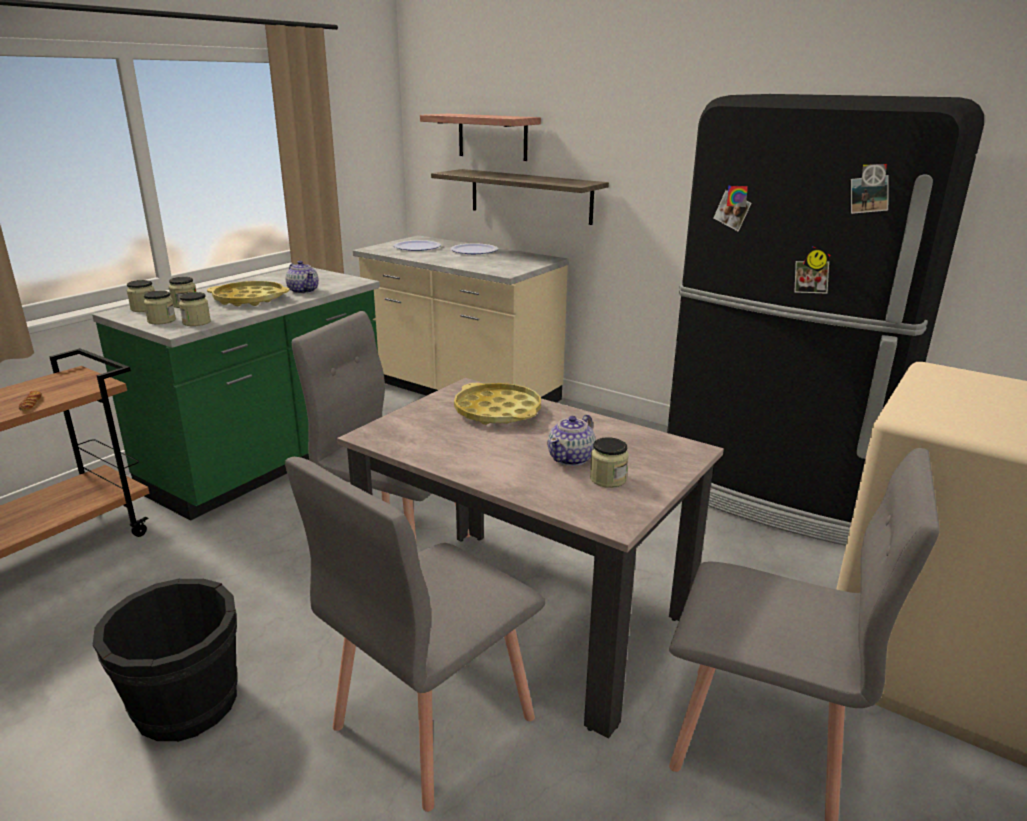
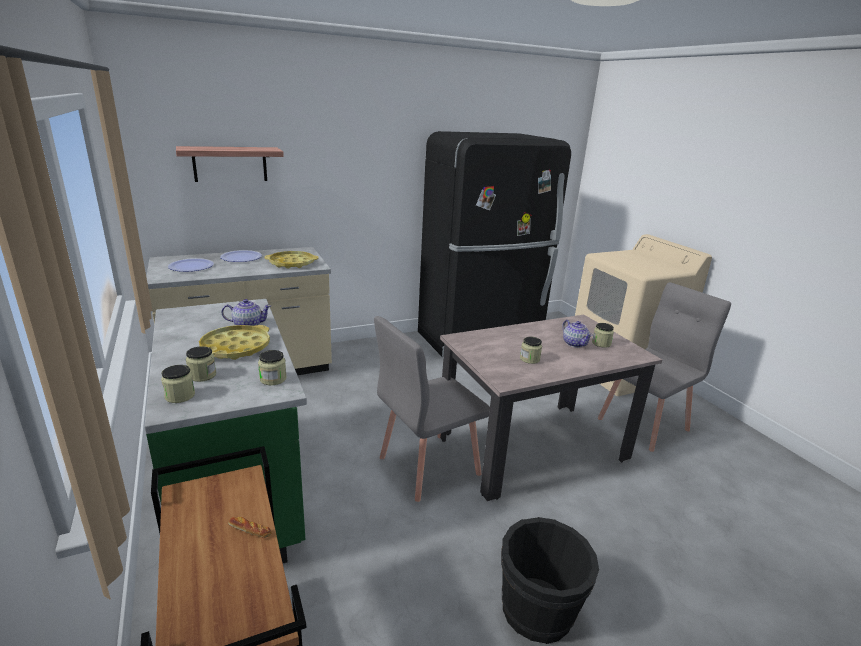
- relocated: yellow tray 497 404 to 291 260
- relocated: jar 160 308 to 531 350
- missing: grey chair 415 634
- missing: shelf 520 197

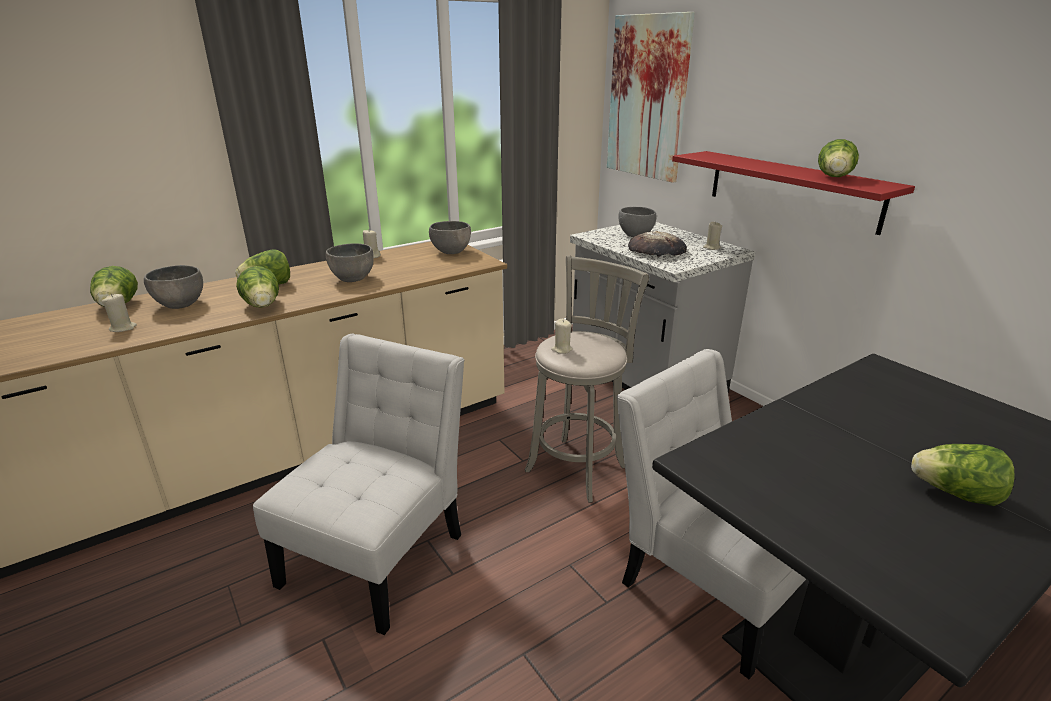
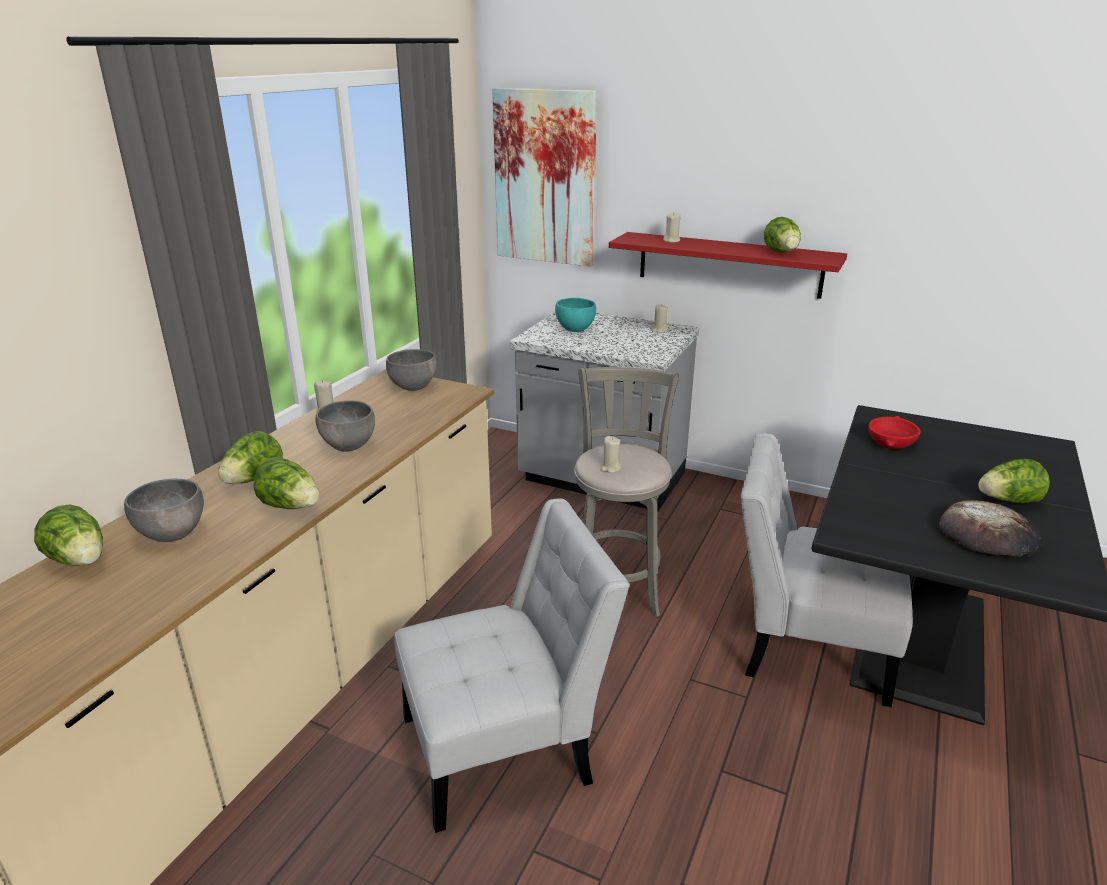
- spun: white chair 359 484 = 512 666 75 degrees clockwise
- colour: grey bowl 637 222 to turquoise bowl 575 315
- relocated: beige candle 119 313 to 672 227
- appeared: red bowl 894 432
- relocated: bread 657 244 to 990 528

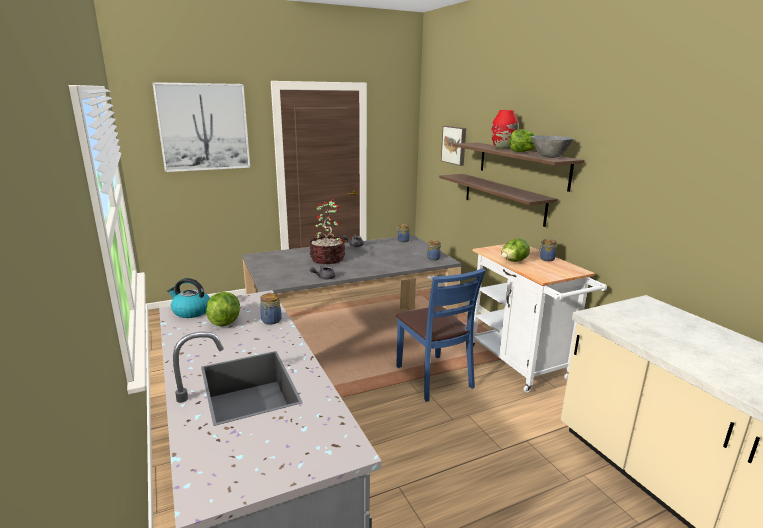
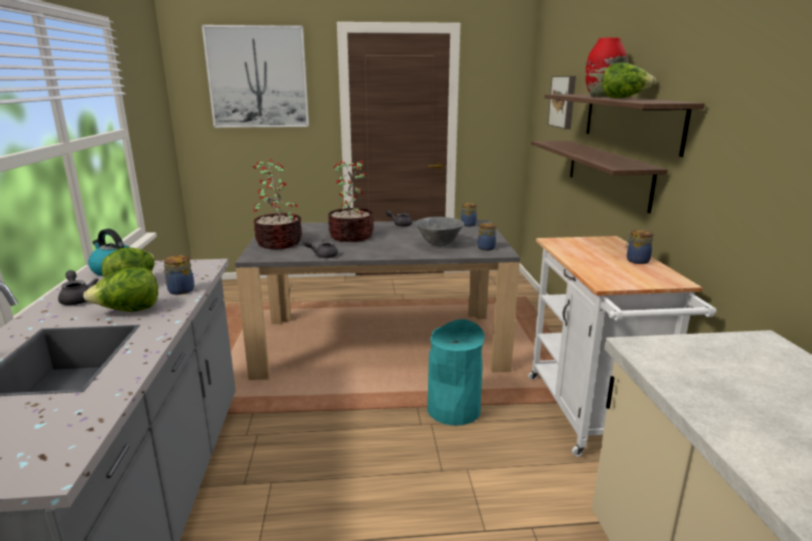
- appeared: grey teapot 78 287
- relocated: lettuce 515 250 to 120 289
- appeared: potted plant 277 204
- relocated: grey bowl 552 146 to 439 231
- exchanged: blue chair 441 335 to turquoise trash can 456 372

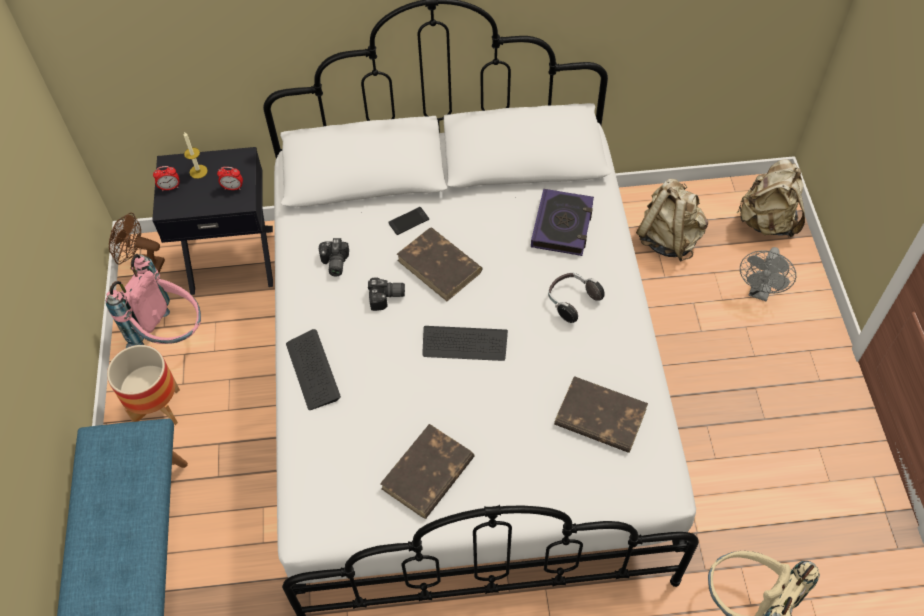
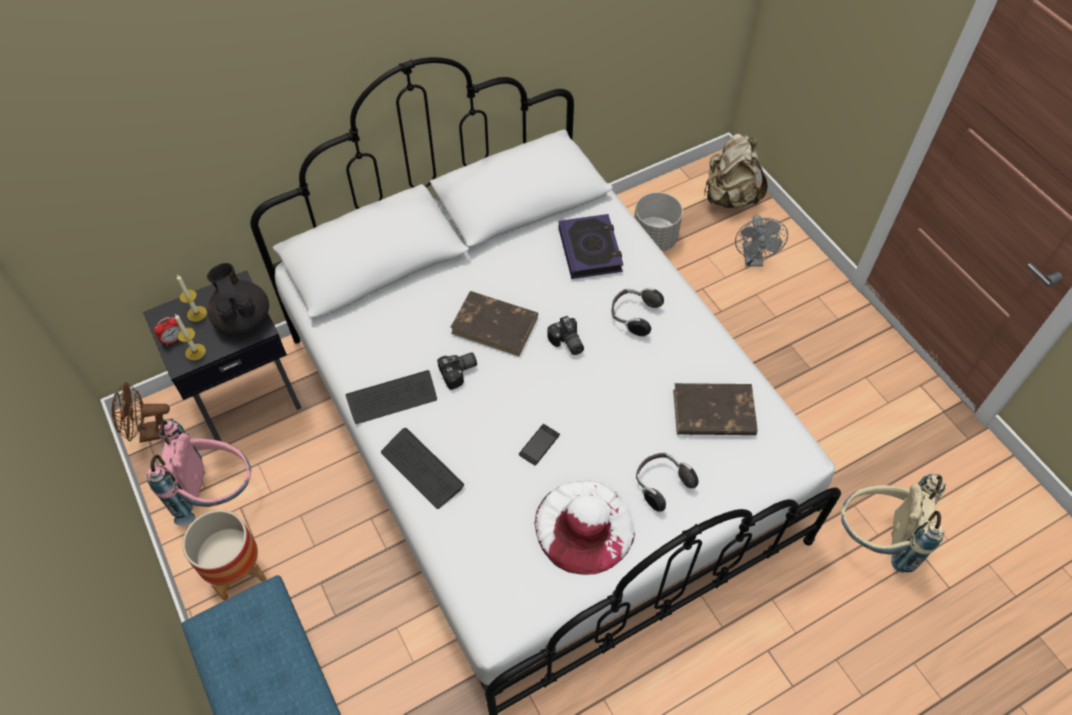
- appeared: candle 190 337
- exchanged: alarm clock 230 178 to black teapot 238 299
- relocated: keyboard 465 343 to 391 397
- relocated: phone 408 221 to 539 444
- exchanged: brown book 427 471 to white hat 584 528
- relocated: photo camera 334 257 to 565 335
- exchanged: beige backpack 672 220 to grey planter 658 221
- appeared: headphones 667 482

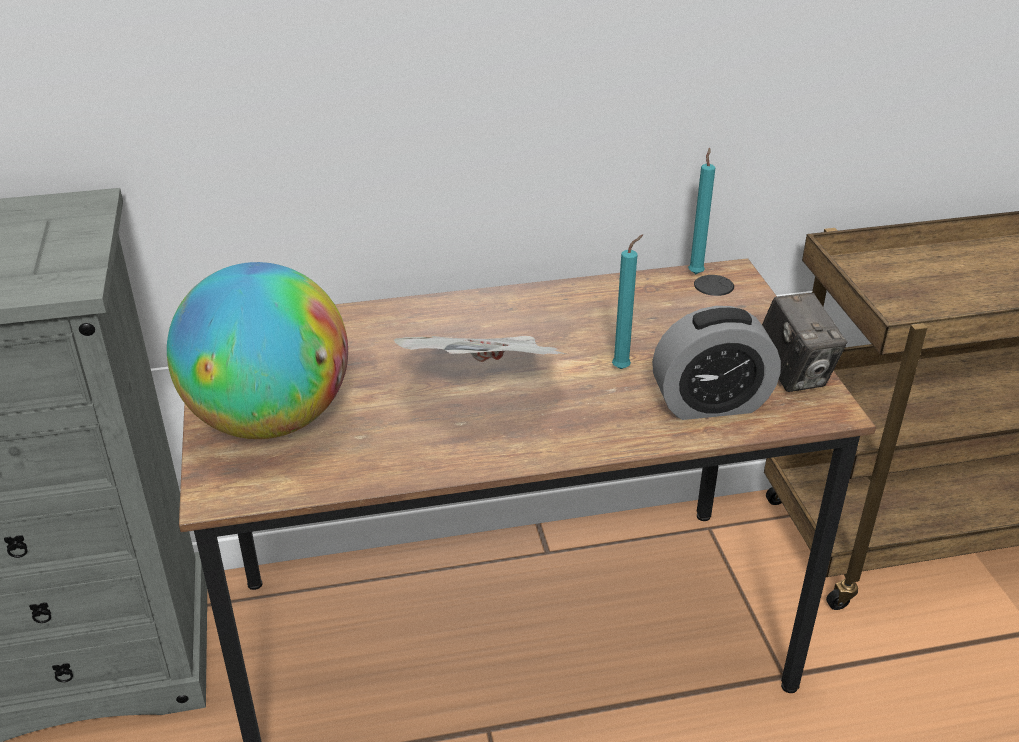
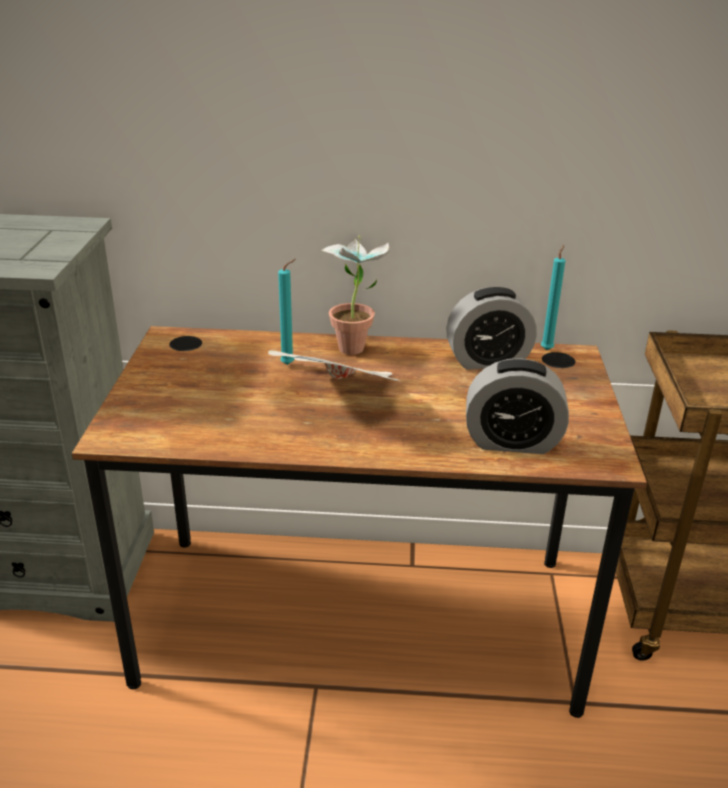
- relocated: turquoise candle 627 301 to 287 312
- appeared: potted plant 355 295
- appeared: alarm clock 491 328
- missing: globe 257 350
- missing: photo camera 804 342

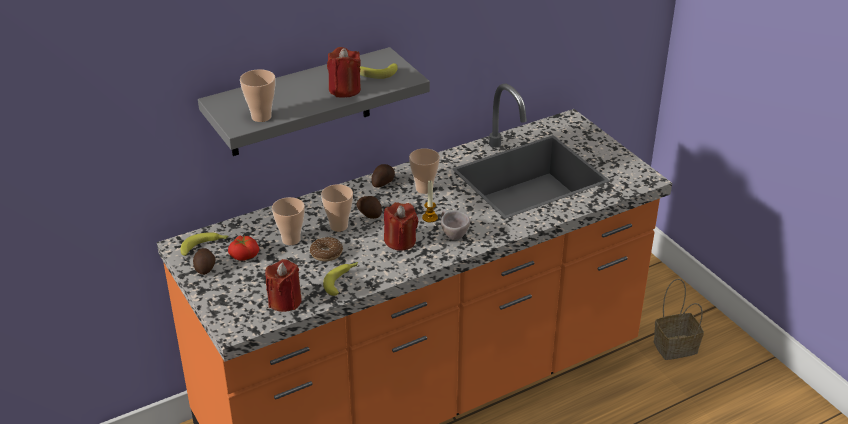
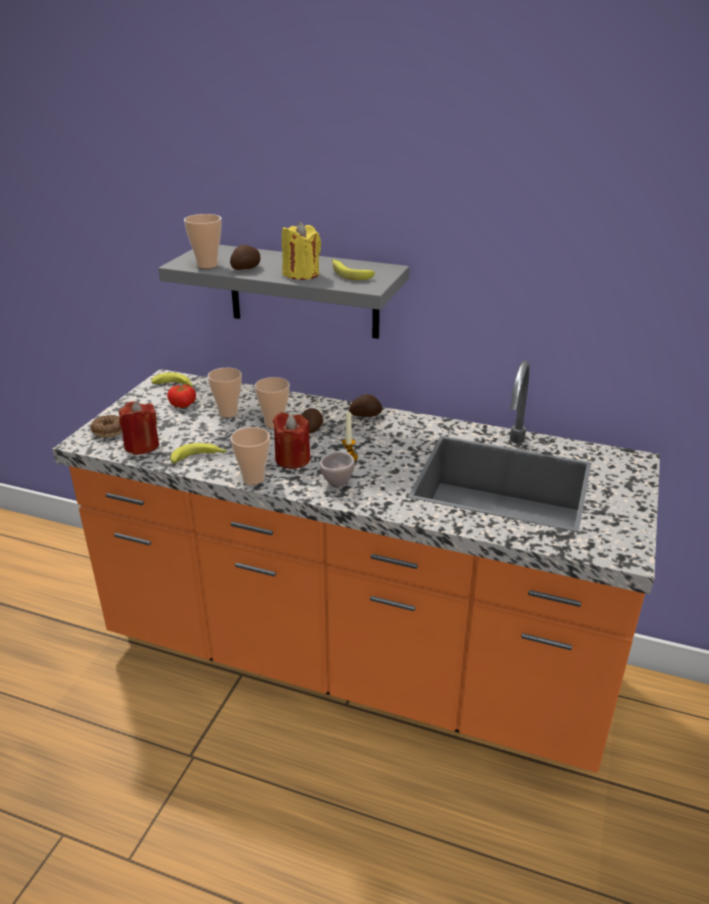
- relocated: donut 326 249 to 106 426
- relocated: potato 204 261 to 245 257
- relocated: cup 424 171 to 250 456
- colour: red candle 344 72 to yellow candle 301 251
- missing: basket 679 319

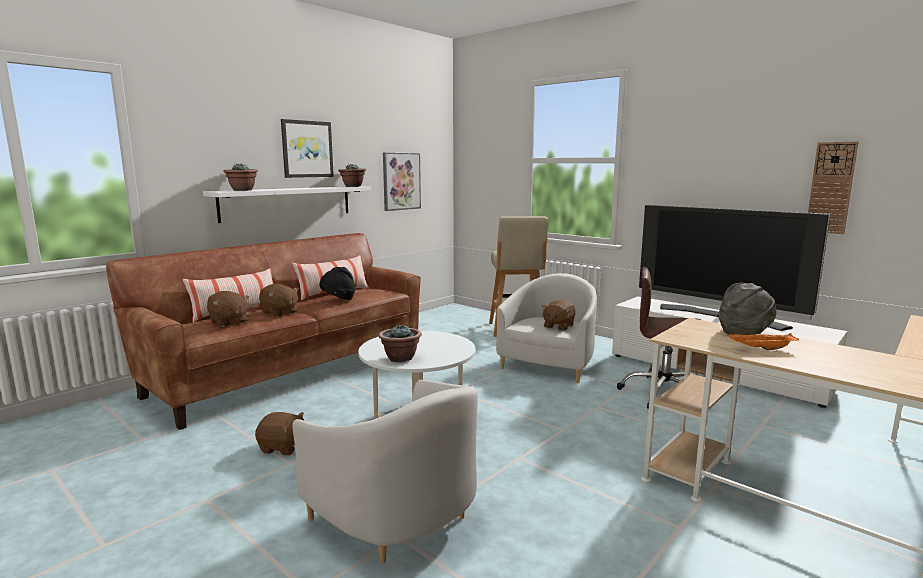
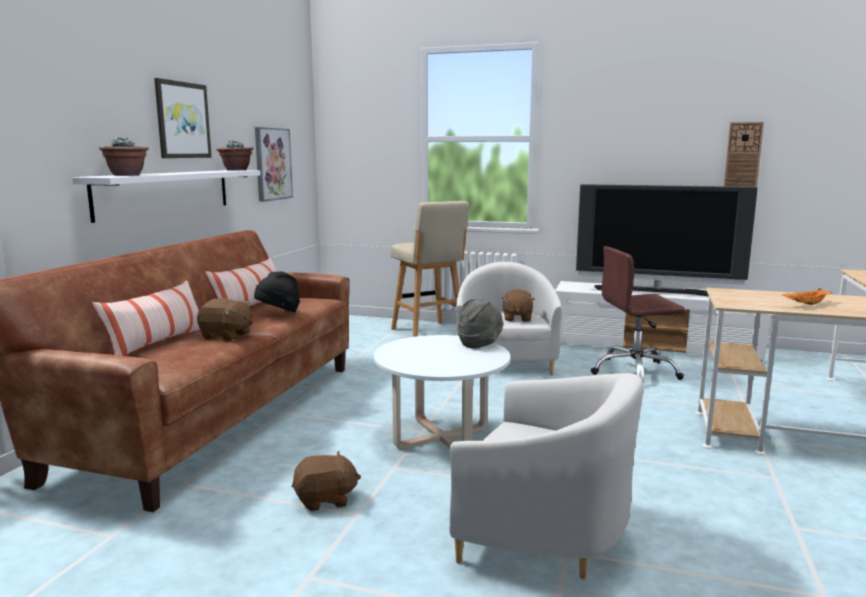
- relocated: grey hat 747 309 to 480 323
- missing: brown plush toy 228 309
- missing: potted plant 400 343

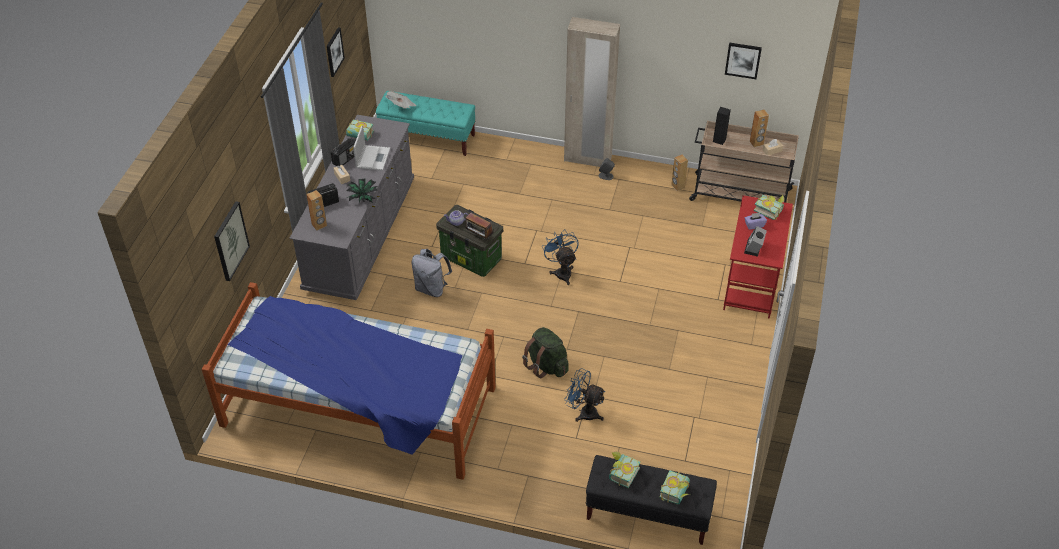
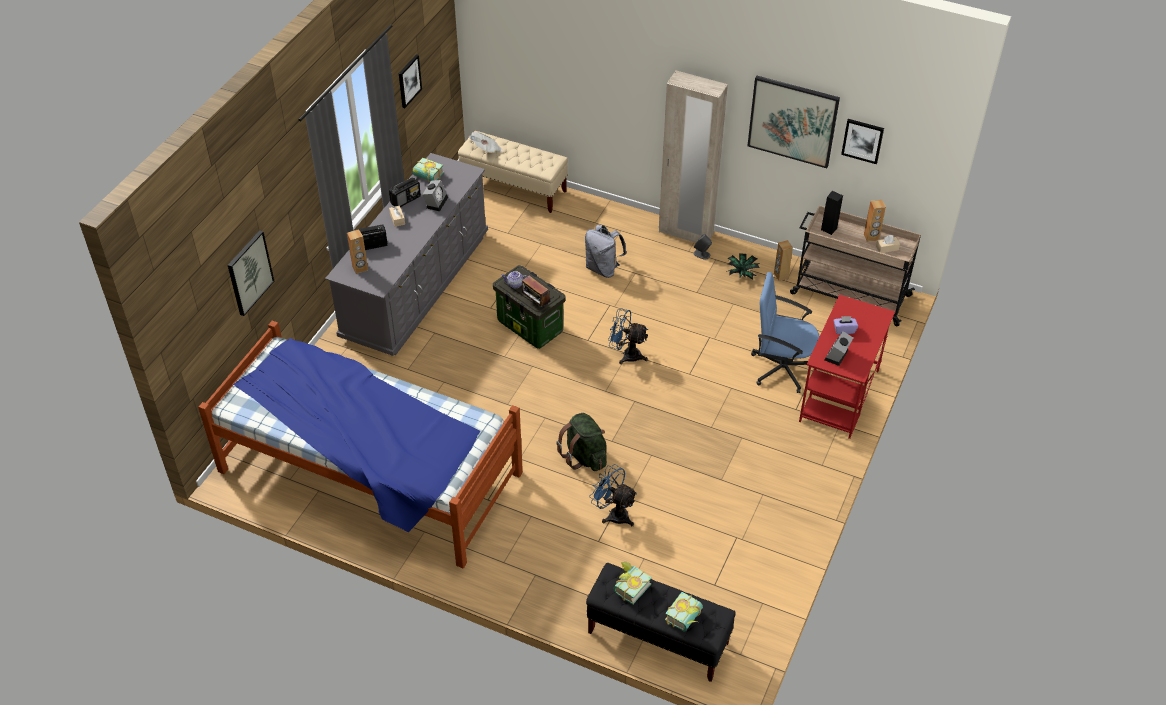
- exchanged: laptop 371 148 to alarm clock 435 195
- colour: turquoise bench 426 123 to beige bench 513 172
- relocated: grey backpack 432 273 to 606 251
- spun: blue fan 560 257 = 628 336 60 degrees counterclockwise
- relocated: potted plant 362 191 to 743 266
- appeared: picture 793 122
- appeared: blue office chair 785 332
- missing: book 769 207

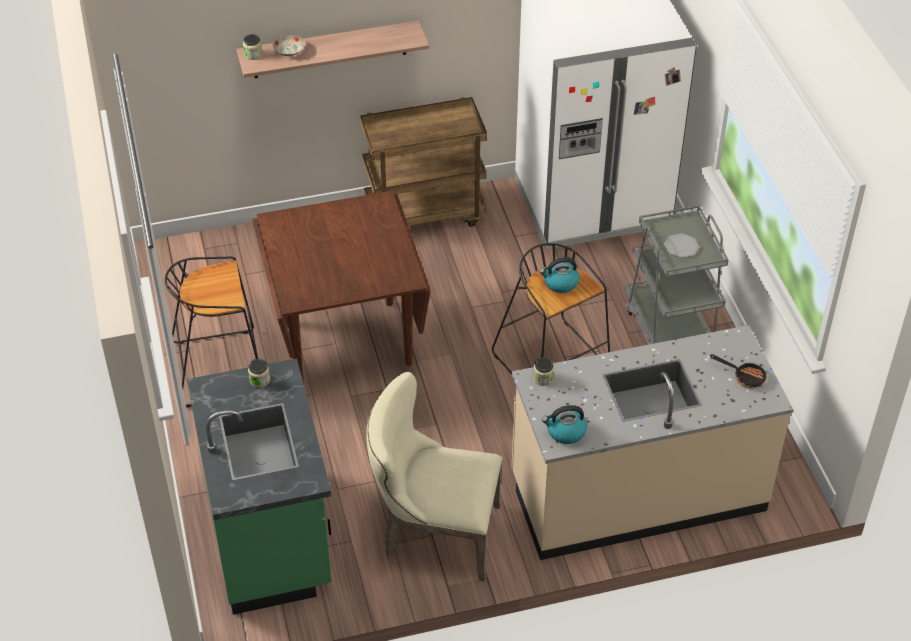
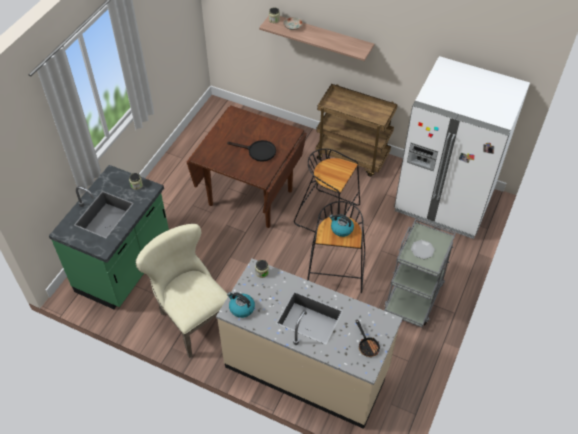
- appeared: black frying pan 251 151
- relocated: black stool 211 332 to 327 190

